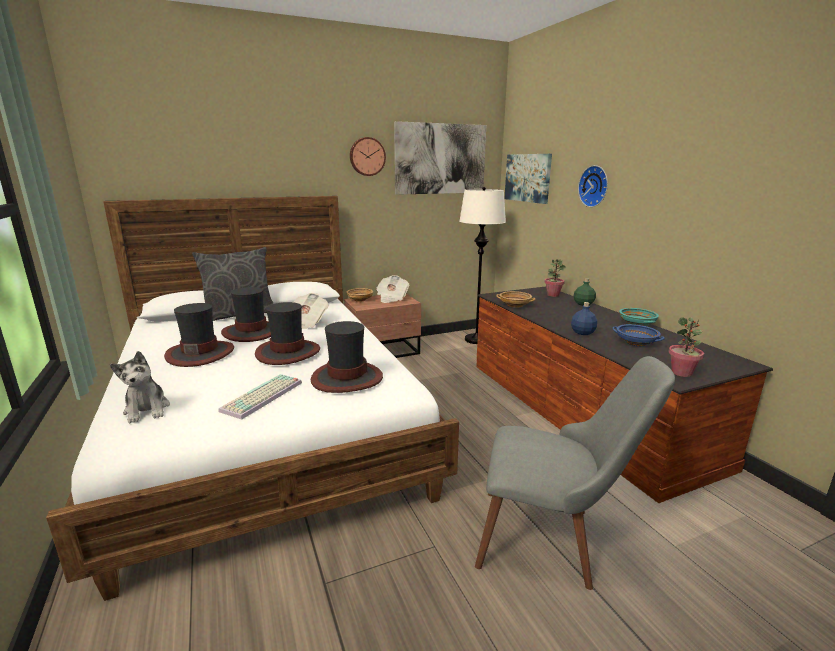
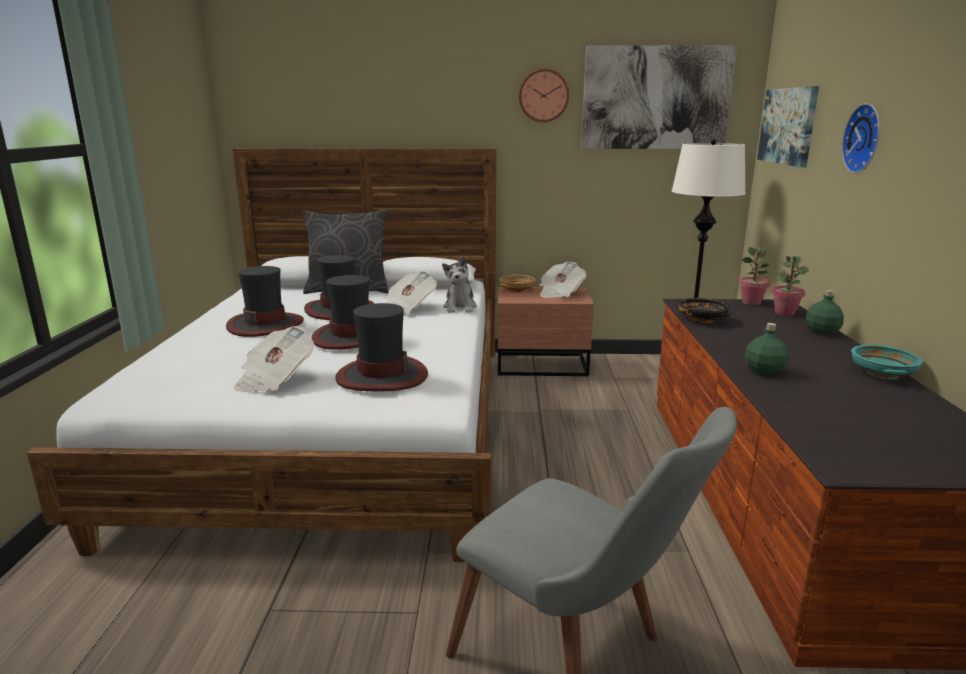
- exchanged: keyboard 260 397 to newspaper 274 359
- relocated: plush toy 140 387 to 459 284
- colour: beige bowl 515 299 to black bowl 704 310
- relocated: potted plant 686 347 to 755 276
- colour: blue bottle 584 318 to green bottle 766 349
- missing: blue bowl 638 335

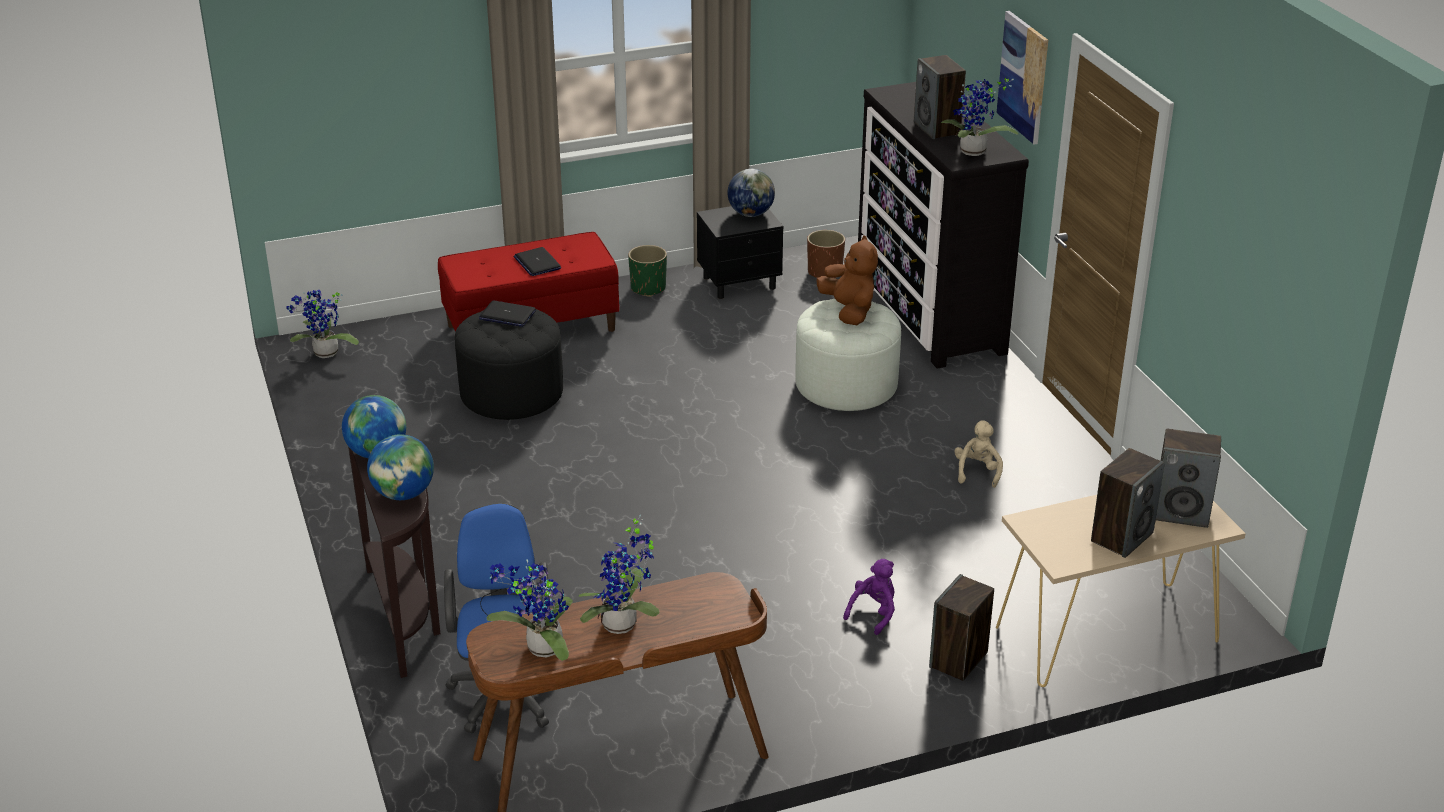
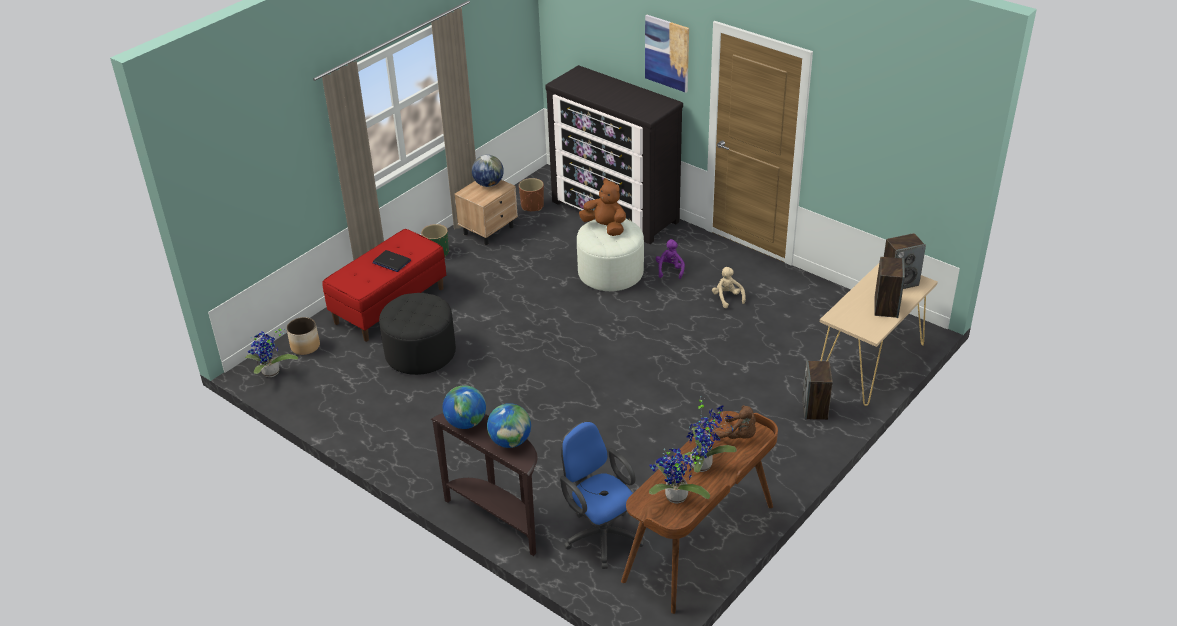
- appeared: planter 303 336
- colour: black nightstand 740 252 to beige nightstand 486 212
- relocated: purple plush toy 869 597 to 670 259
- appeared: brown plush toy 735 422
- missing: laptop 507 314
- missing: speaker 940 97
- missing: potted plant 979 117

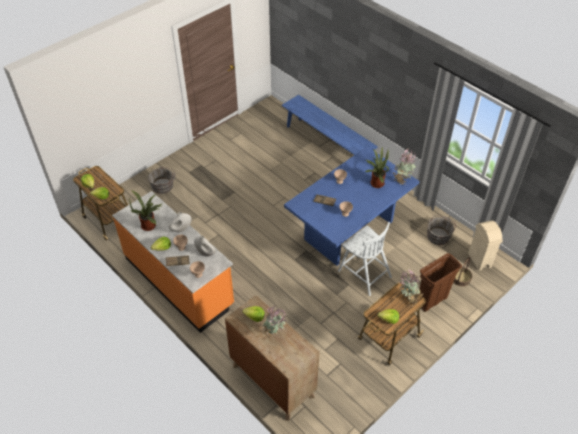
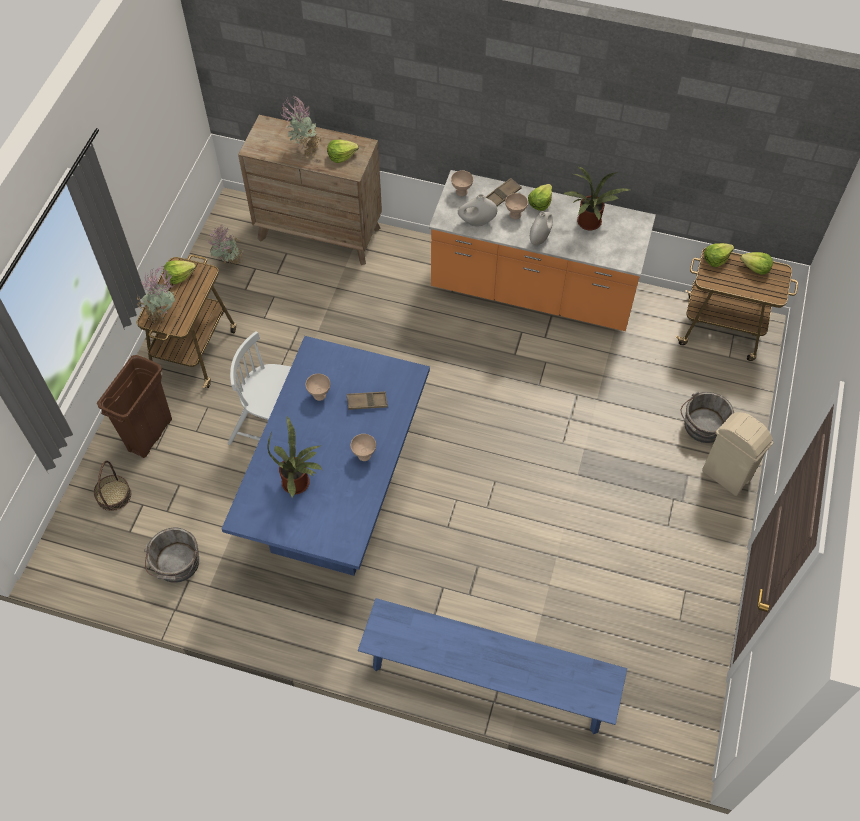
- relocated: potted plant 404 166 to 225 245
- relocated: beige trash can 485 245 to 737 454

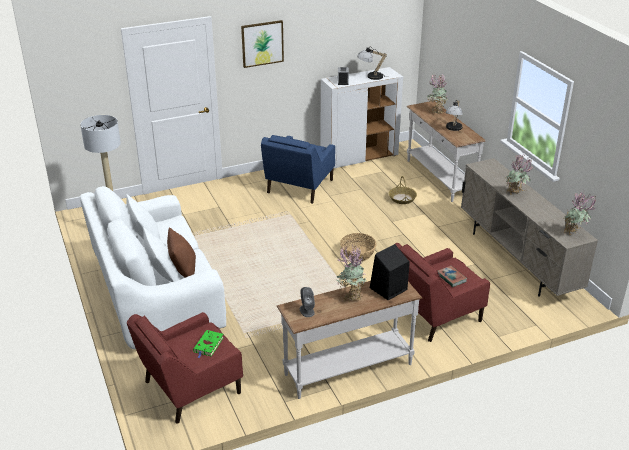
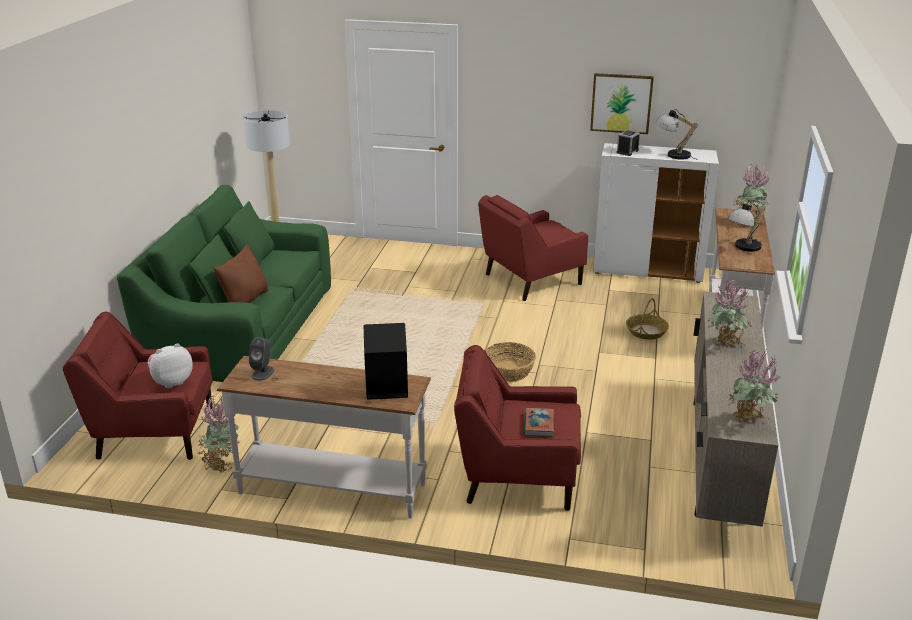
- colour: white sofa 153 267 to green sofa 224 283
- exchanged: green book 208 344 to plush toy 170 366
- relocated: potted plant 351 274 to 219 433
- colour: blue armchair 298 169 to red armchair 533 248
- relocated: picture 262 44 to 622 103

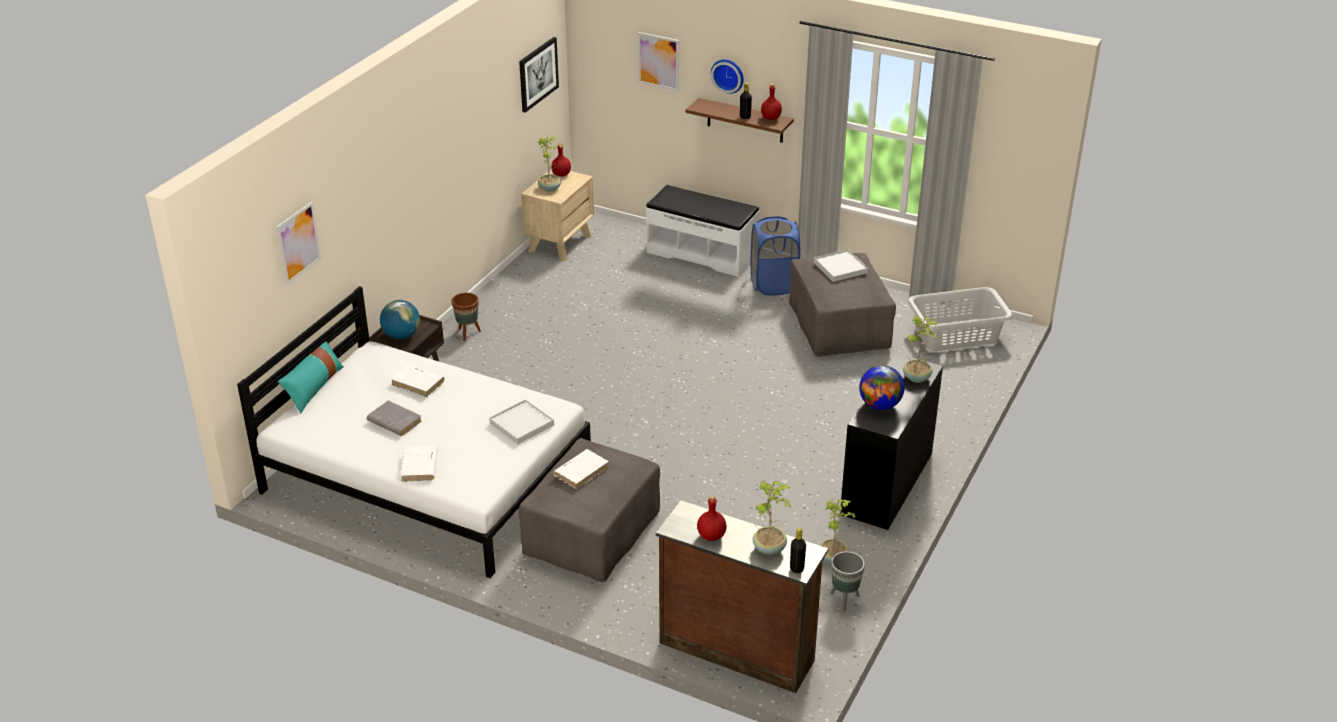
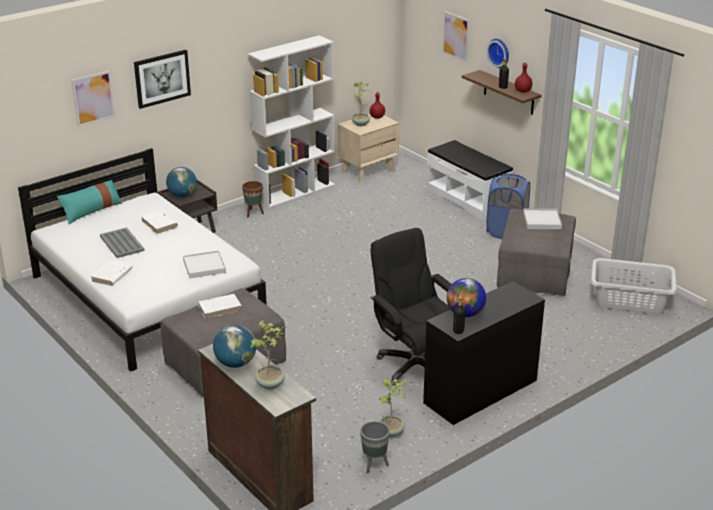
- exchanged: grey book 394 418 to grey tray 122 242
- relocated: picture 539 75 to 162 79
- exchanged: red bottle 712 518 to globe 234 346
- appeared: white bookcase 291 122
- appeared: black office chair 411 307
- relocated: black bottle 798 550 to 459 315
- missing: potted plant 921 349

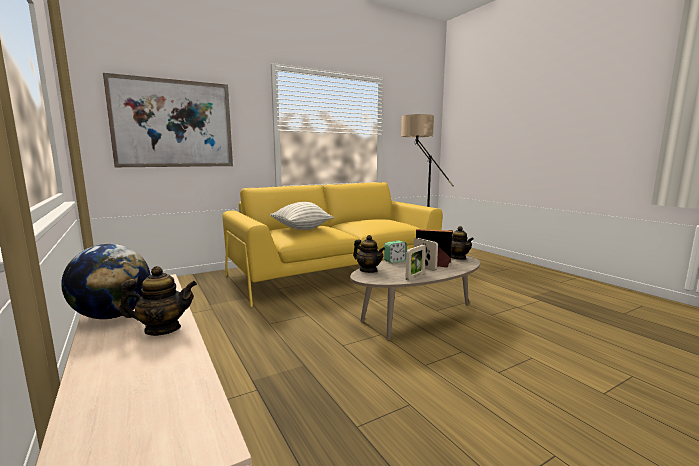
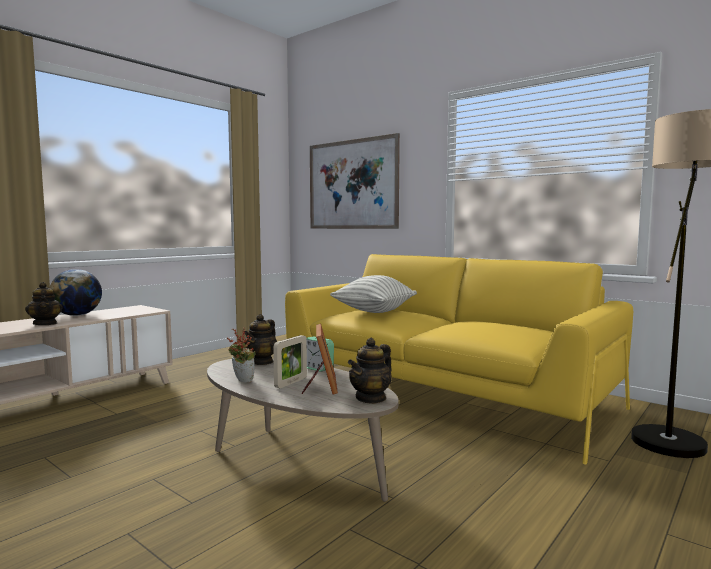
- exchanged: picture frame 415 263 to potted plant 241 355

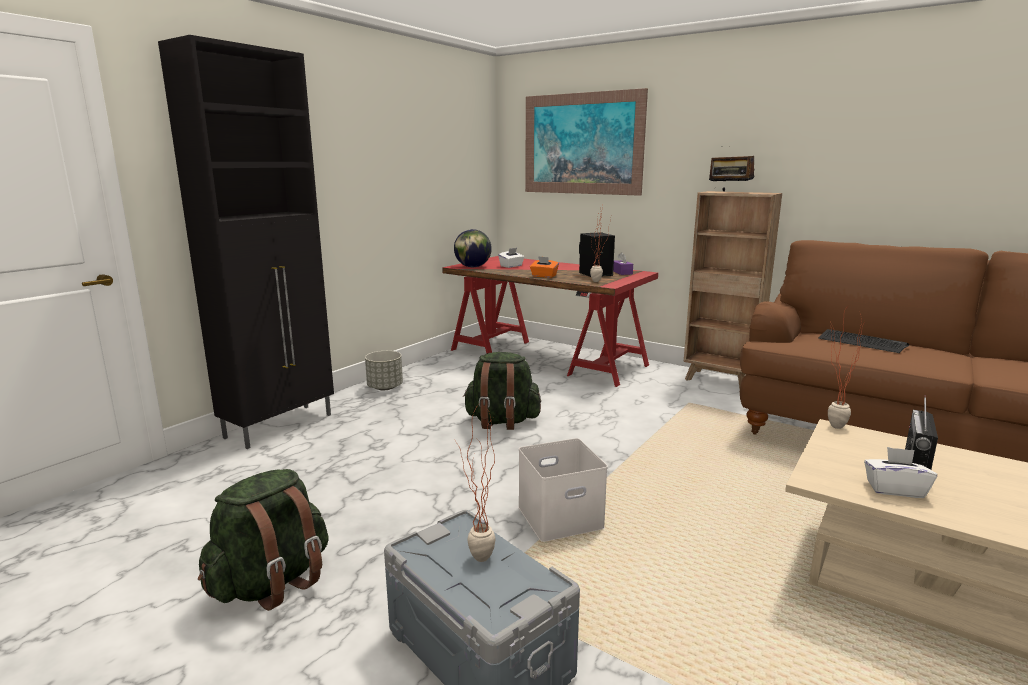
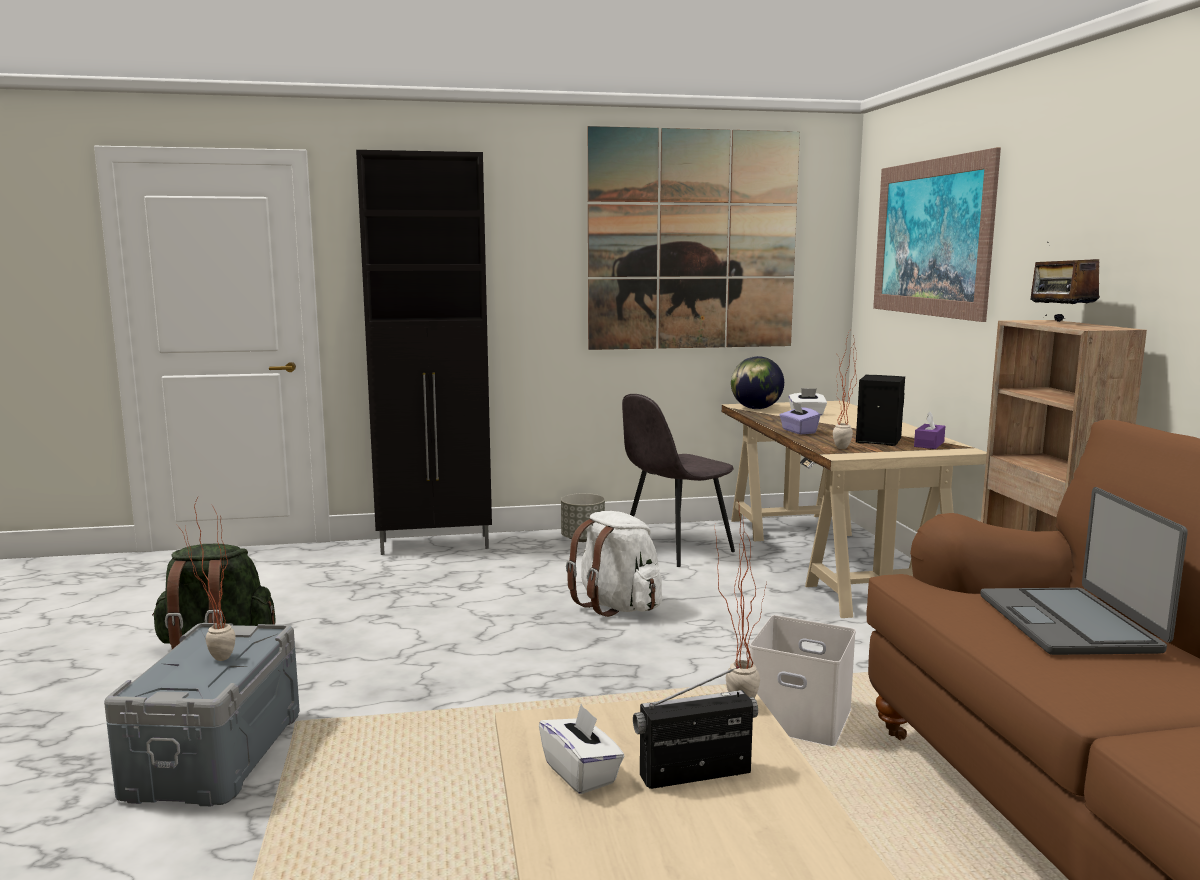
- colour: green backpack 502 391 to white backpack 614 564
- appeared: picture 694 238
- appeared: grey chair 678 480
- colour: red desk 550 321 to beige desk 854 509
- relocated: white storage box 563 490 to 803 681
- colour: orange tissue box 544 267 to purple tissue box 799 418
- exchanged: keyboard 863 341 to laptop 1084 571

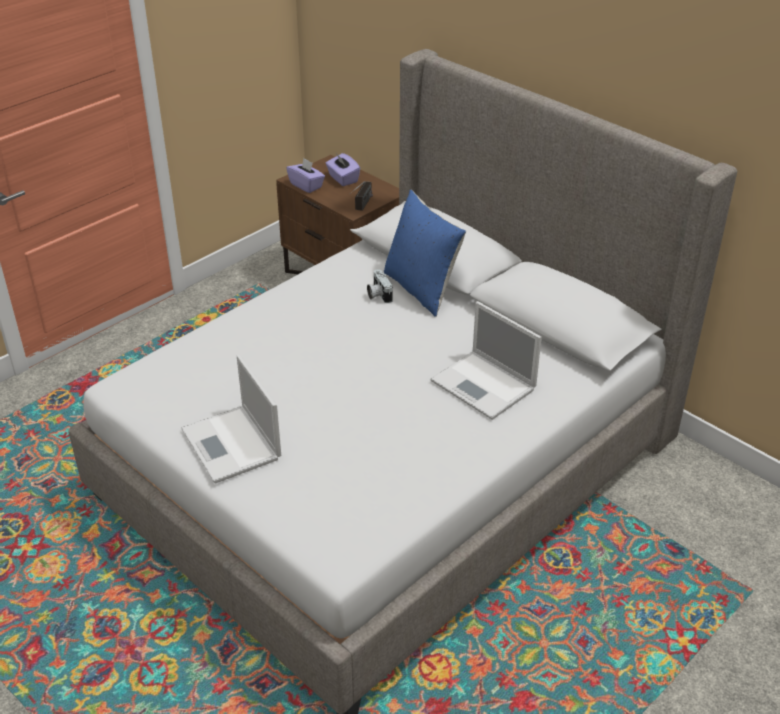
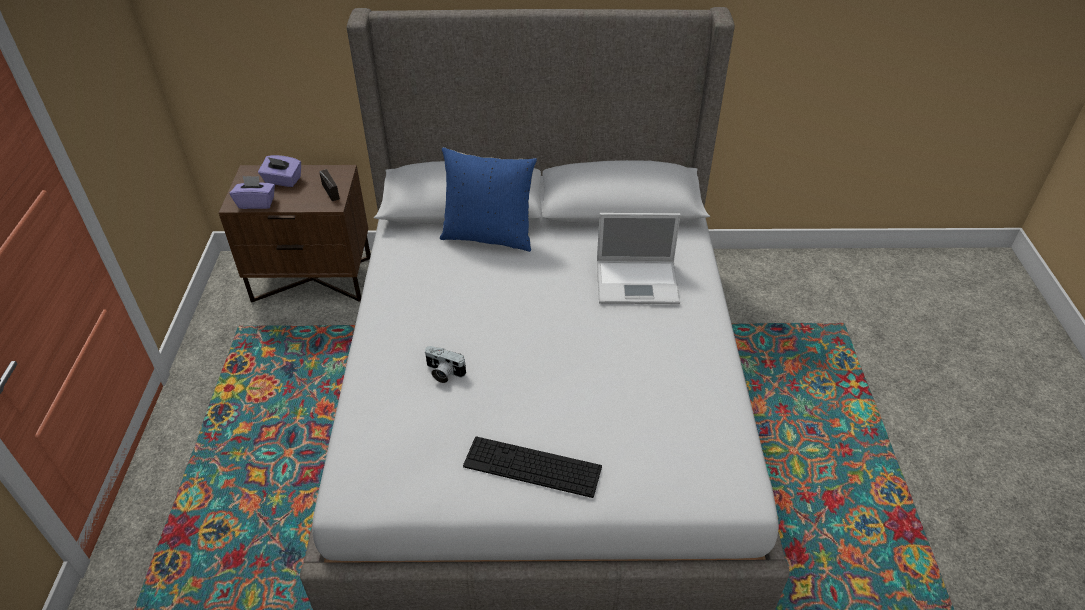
- relocated: photo camera 380 286 to 445 364
- exchanged: laptop 231 419 to keyboard 532 467

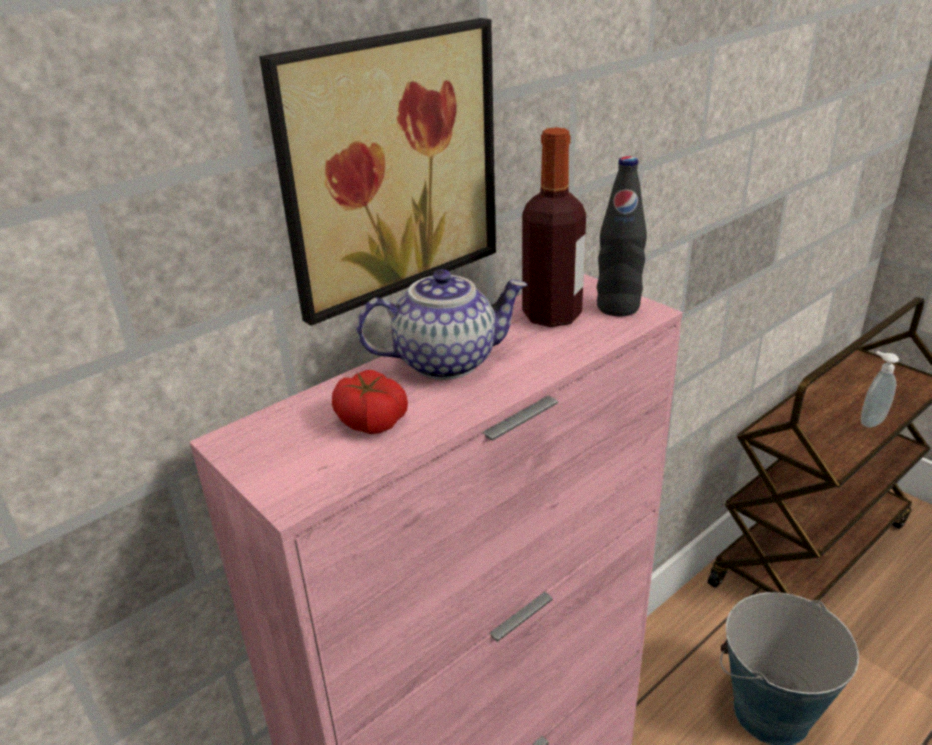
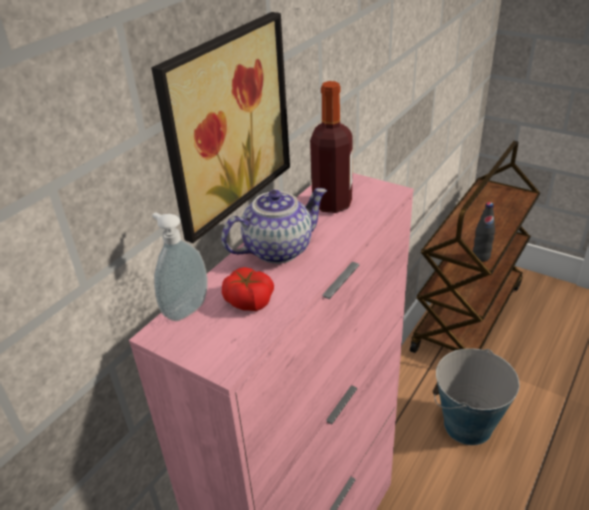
- relocated: soap dispenser 880 389 to 179 266
- relocated: black bottle 622 236 to 484 232

